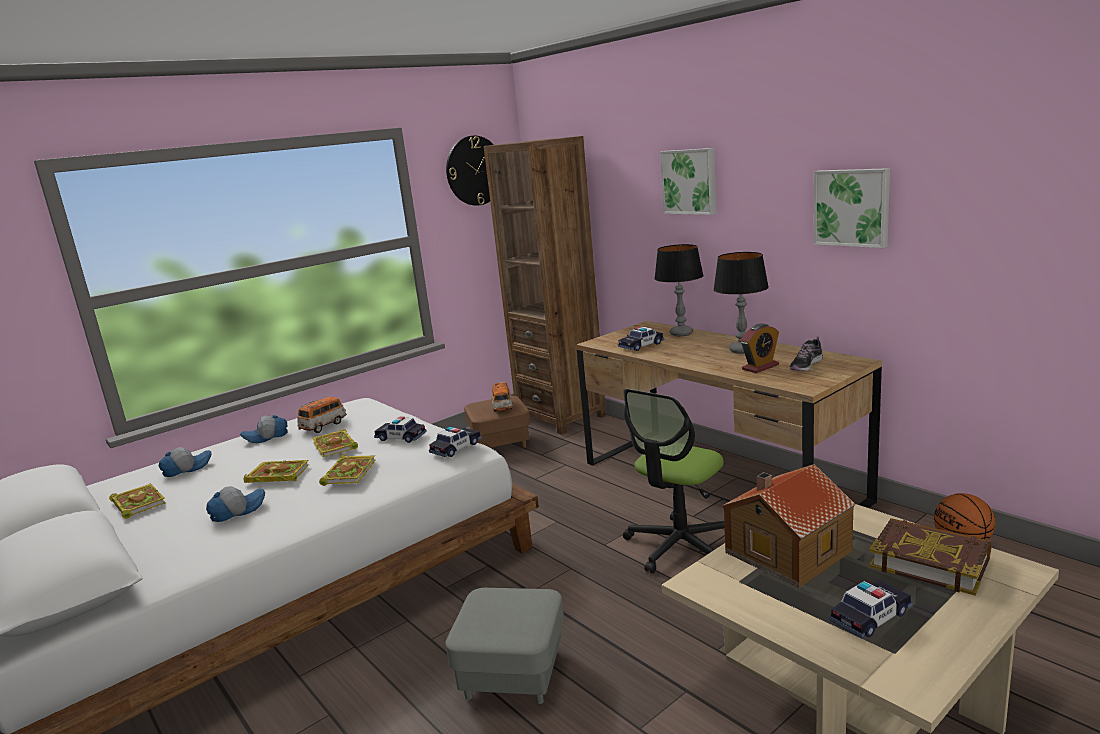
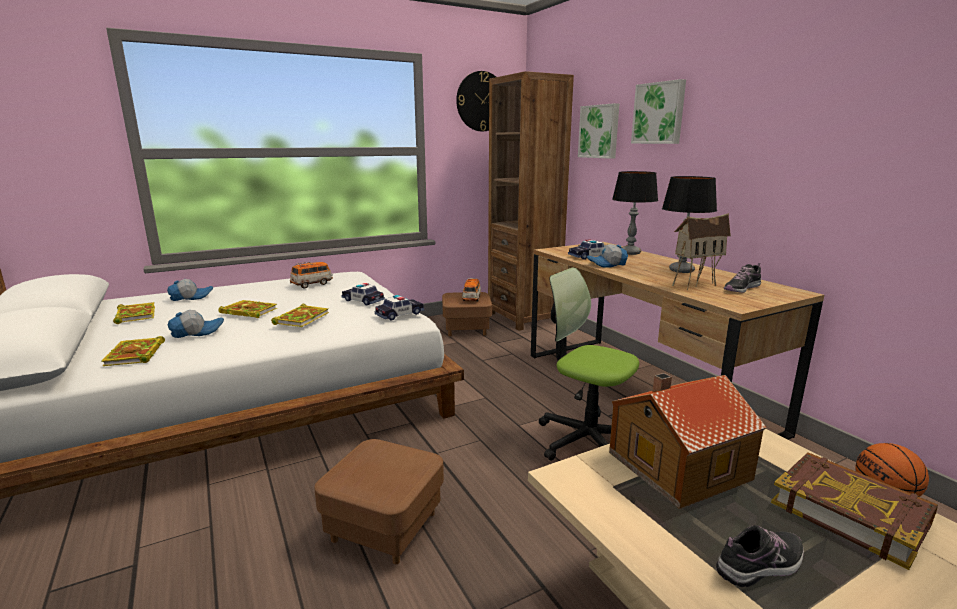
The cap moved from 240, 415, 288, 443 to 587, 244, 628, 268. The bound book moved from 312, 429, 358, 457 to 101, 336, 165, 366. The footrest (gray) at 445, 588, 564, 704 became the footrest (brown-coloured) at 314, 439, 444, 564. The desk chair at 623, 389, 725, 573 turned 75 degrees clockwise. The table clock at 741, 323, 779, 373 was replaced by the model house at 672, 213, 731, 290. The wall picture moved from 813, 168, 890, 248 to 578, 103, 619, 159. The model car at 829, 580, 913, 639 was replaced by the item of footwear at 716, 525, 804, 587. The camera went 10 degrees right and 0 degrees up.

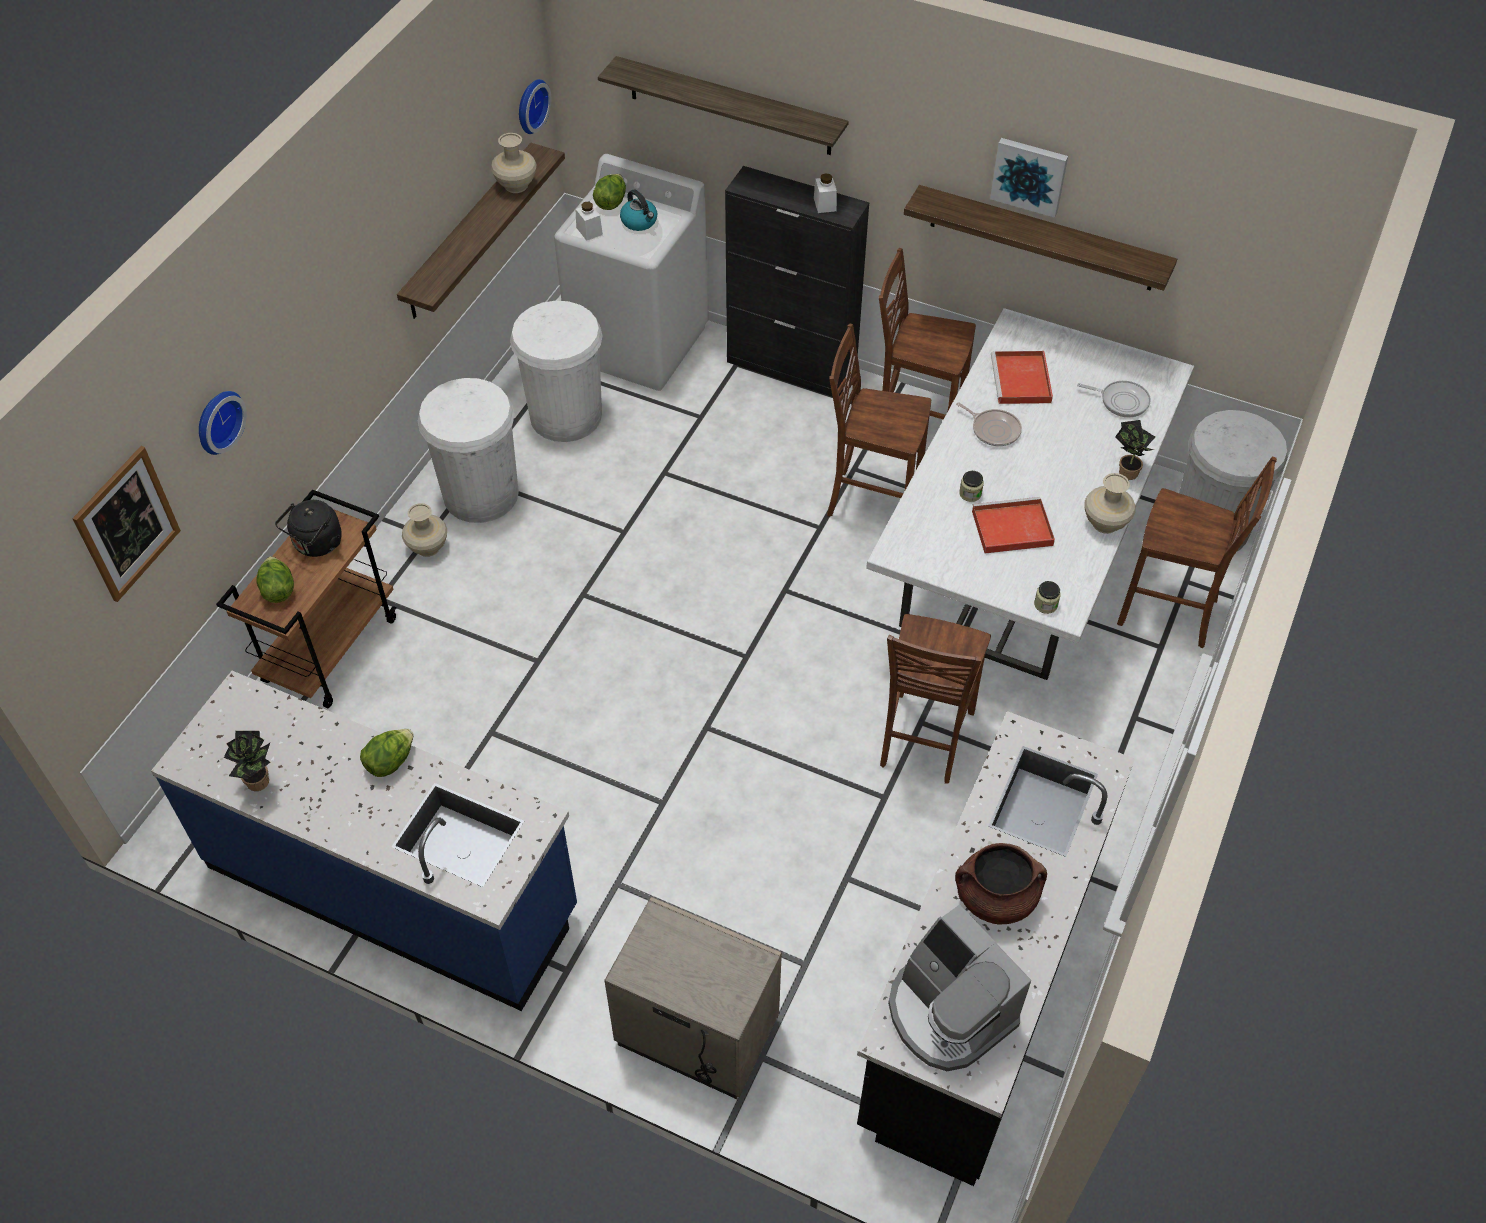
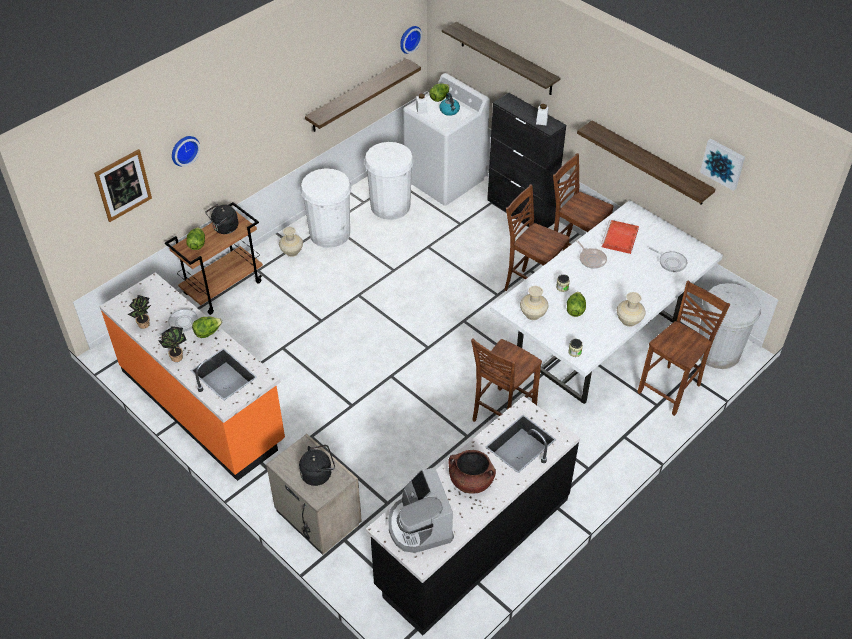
The kitchen counter (blue) at 151, 671, 577, 1011 became the kitchen counter (orange) at 99, 272, 285, 481. The decorative vase (sand-coloured) moved from 491, 133, 536, 193 to 520, 286, 549, 320. The carrying tray (red-coloured) at 972, 497, 1055, 553 was replaced by the lettuce head at 567, 292, 586, 317. The wall picture moved from 990, 138, 1068, 218 to 700, 139, 745, 191. The plant in a pot moved from 1115, 420, 1155, 480 to 158, 326, 186, 362. The upright chair (brown-coloured) at 1117, 457, 1277, 648 turned 90 degrees counterclockwise. The skillet at 158, 309, 198, 336 appeared. The kettle (black-coloured) at 299, 445, 335, 486 appeared. The camera went 20 degrees right and 5 degrees down.

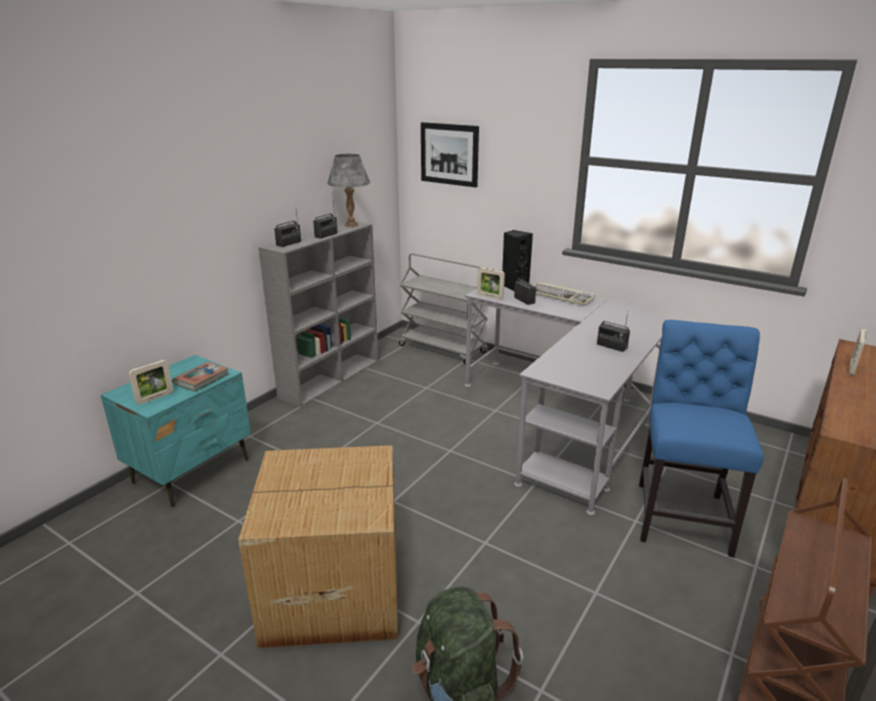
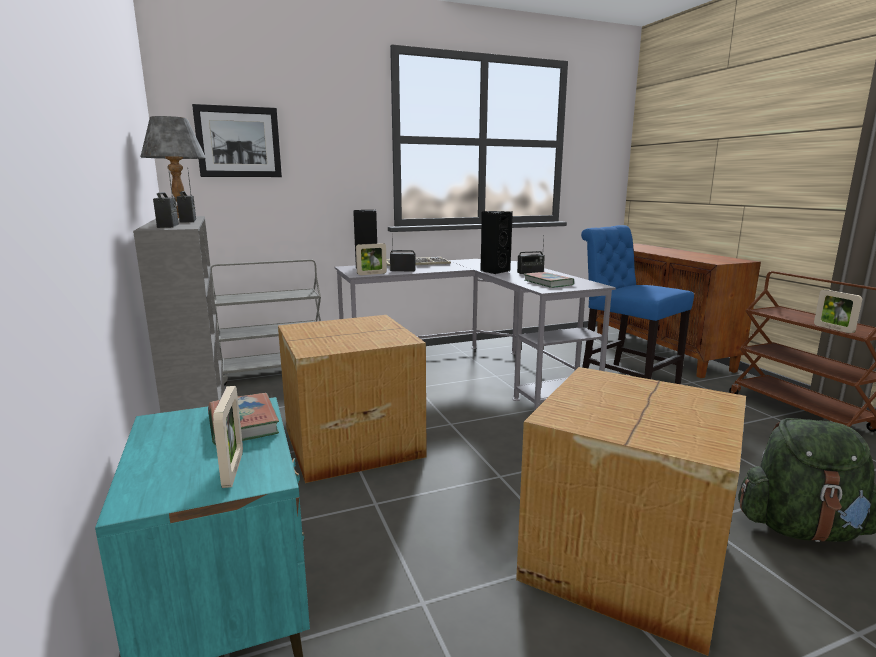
The photo frame moved from 849, 328, 866, 376 to 814, 290, 862, 333. The cardboard box at 278, 315, 427, 483 appeared. The audio speaker (black-coloured) at 480, 211, 513, 274 appeared. The bound book at 524, 272, 574, 288 appeared. The camera went 55 degrees left and 10 degrees down.

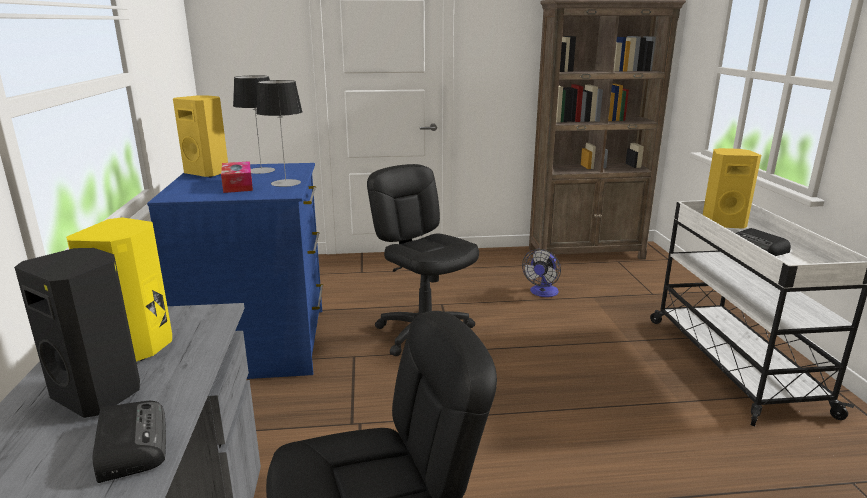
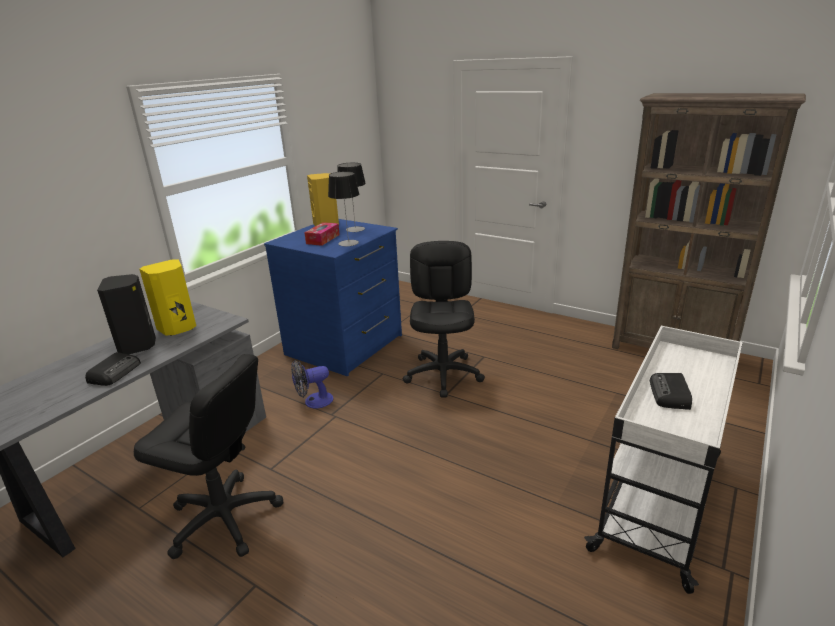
The cooling fan moved from 522, 249, 561, 297 to 291, 360, 333, 408. The audio speaker (yellow-coloured) at 703, 148, 761, 229 disappeared. The camera went 40 degrees right and 5 degrees up.

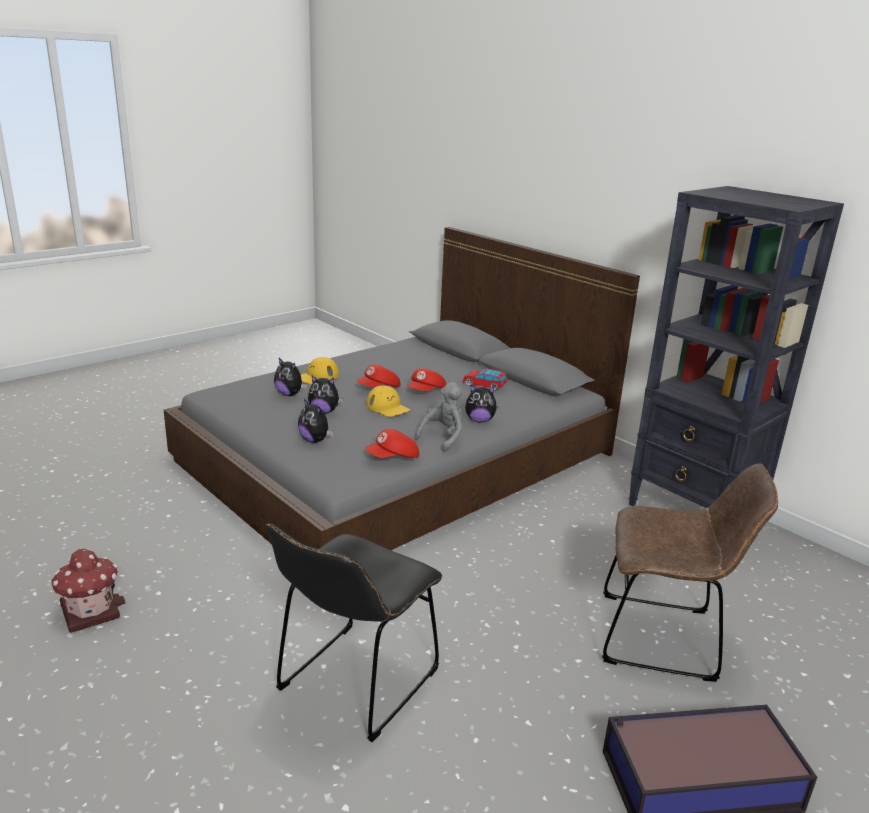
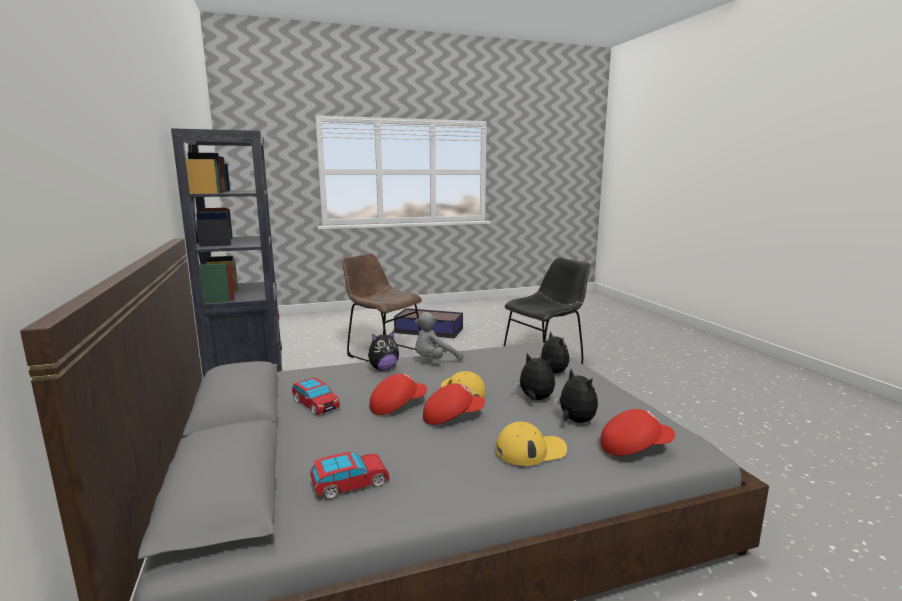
The model house at 51, 549, 125, 633 disappeared. The cap (red-coloured) moved from 365, 429, 419, 458 to 600, 409, 675, 456. The soft toy at 465, 385, 499, 423 turned 120 degrees clockwise. The model car at 310, 452, 389, 499 appeared. The camera went 155 degrees left and 10 degrees down.

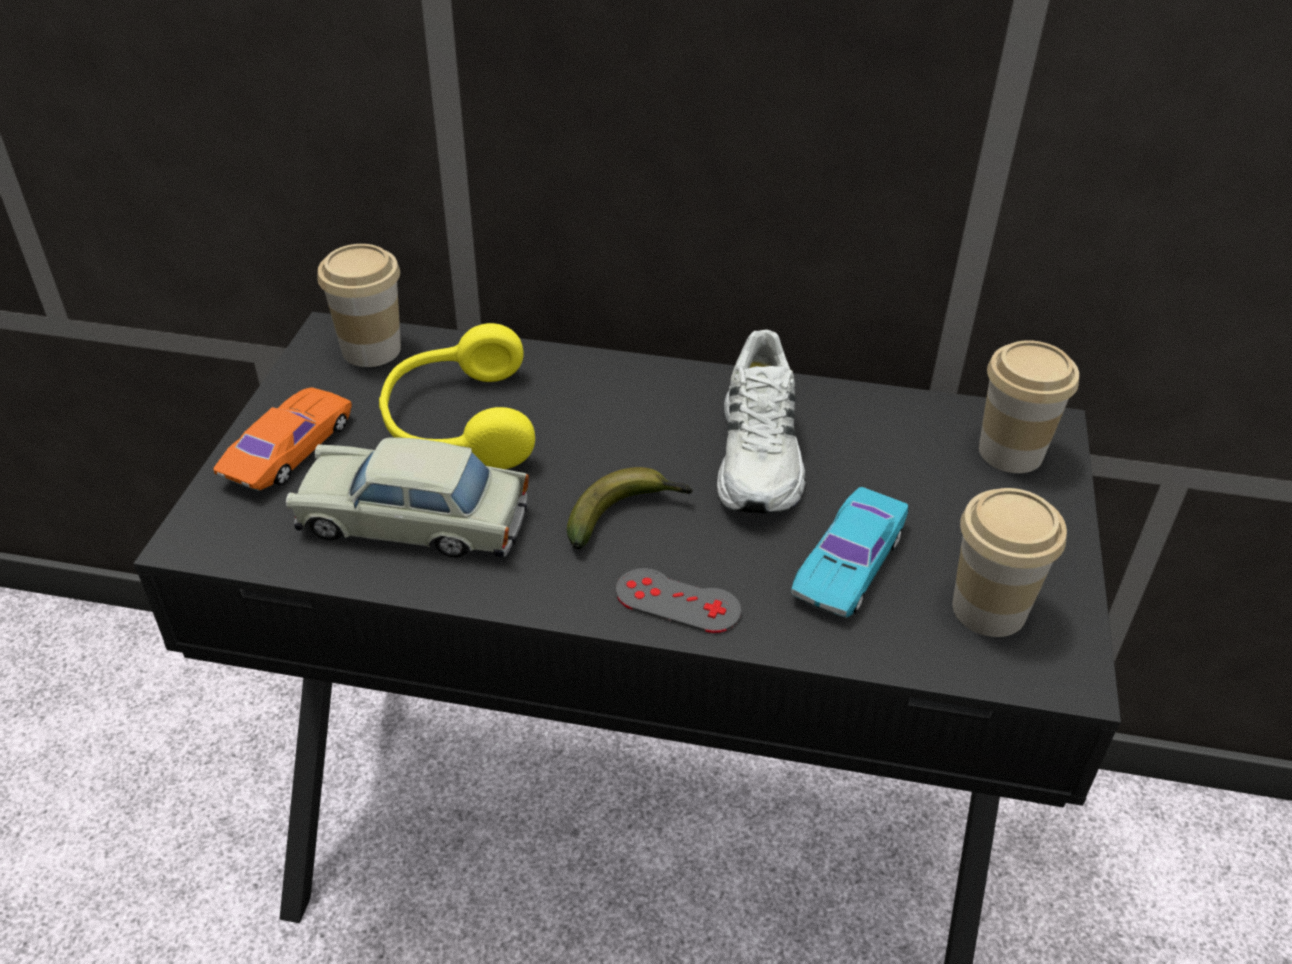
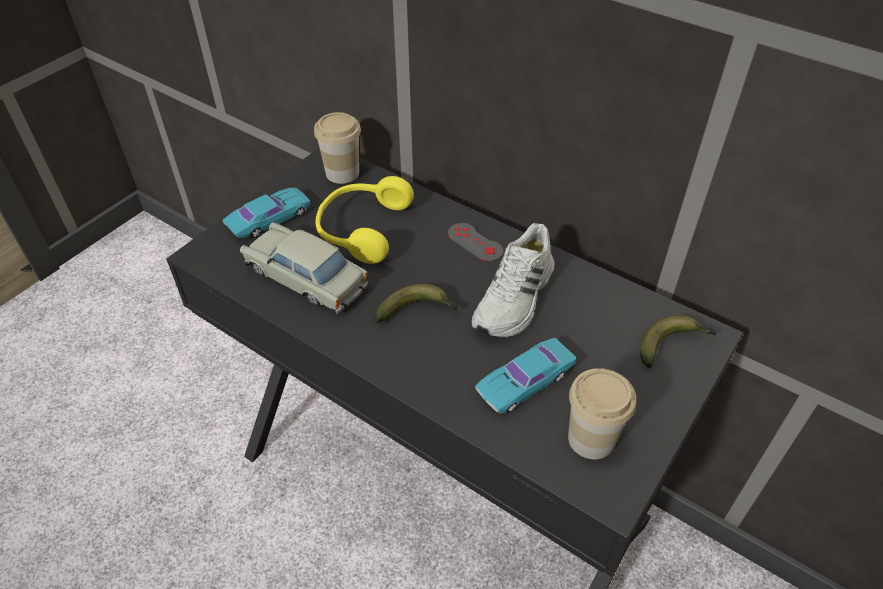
The model car (orange) at 214, 387, 352, 491 became the model car (turquoise) at 222, 187, 311, 238. The joypad (gray) moved from 616, 568, 741, 633 to 448, 223, 503, 262. The cup at 979, 340, 1079, 473 was replaced by the whole banana at 640, 315, 716, 368. The camera went 25 degrees right and 5 degrees up.

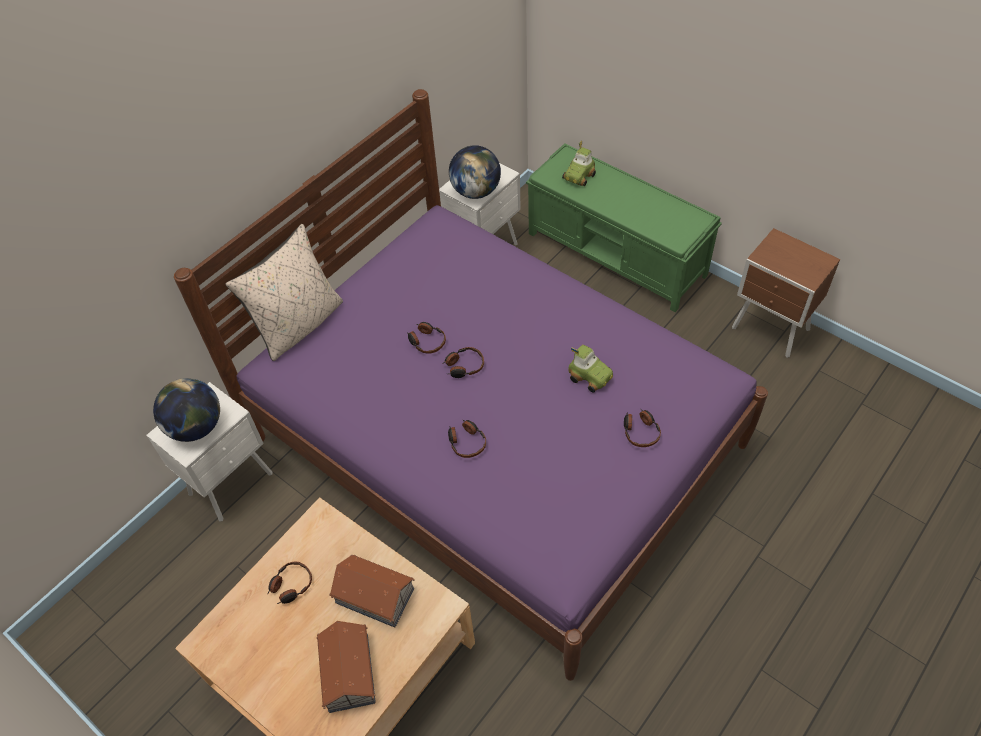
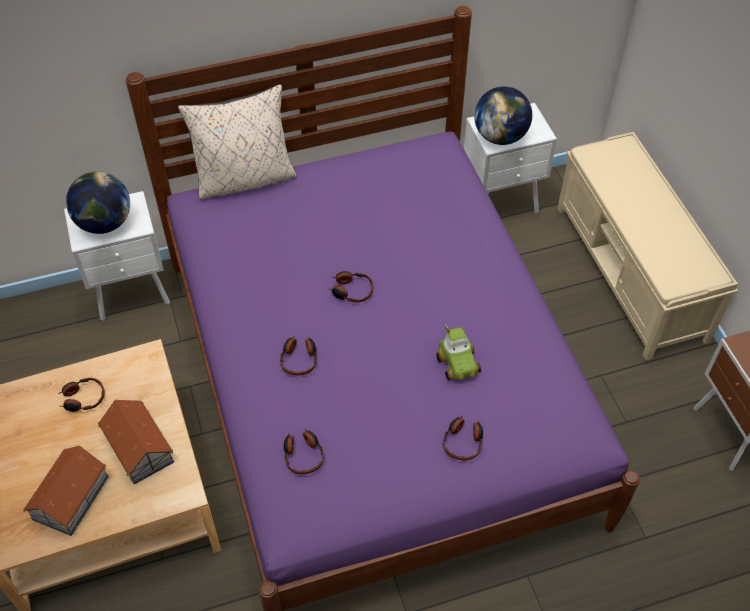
The headphones moved from 407, 322, 446, 354 to 284, 429, 324, 474. The bench (green-coloured) at 526, 143, 722, 312 became the bench (sand-coloured) at 557, 132, 738, 360. The model car at 562, 140, 596, 186 disappeared. The camera went 30 degrees right and 0 degrees up.

